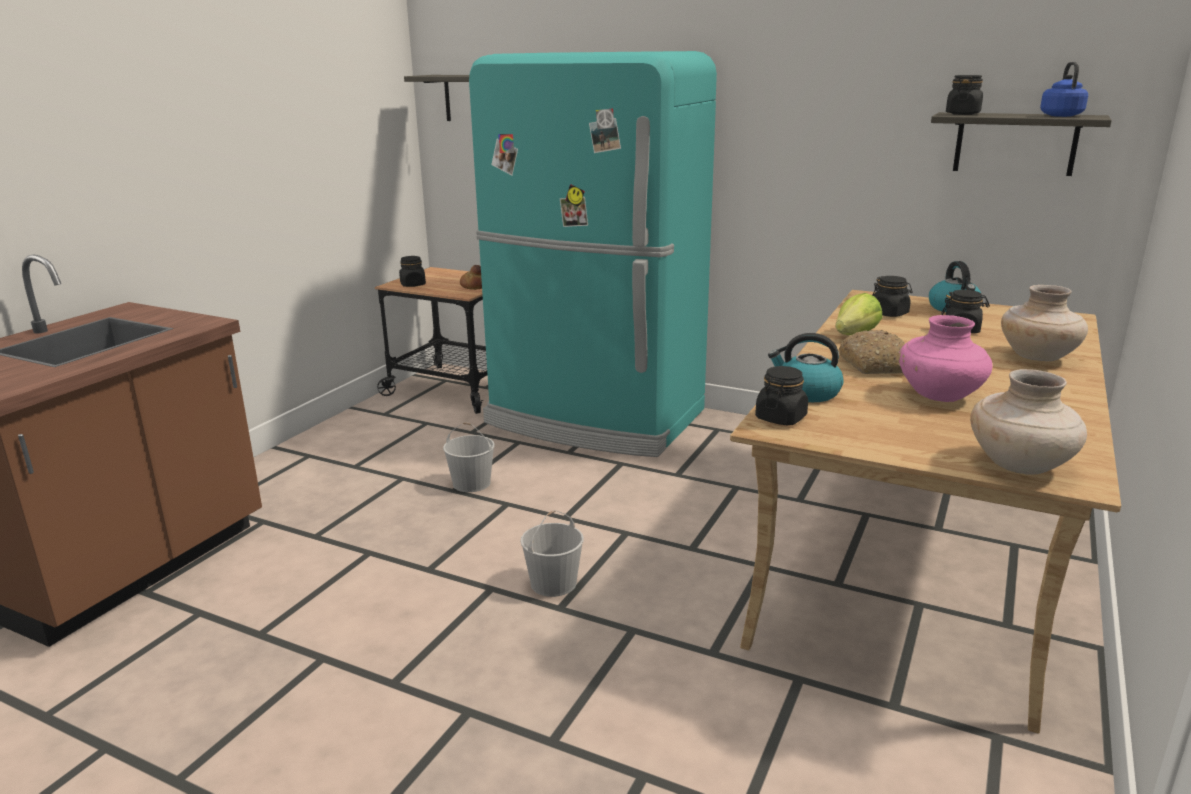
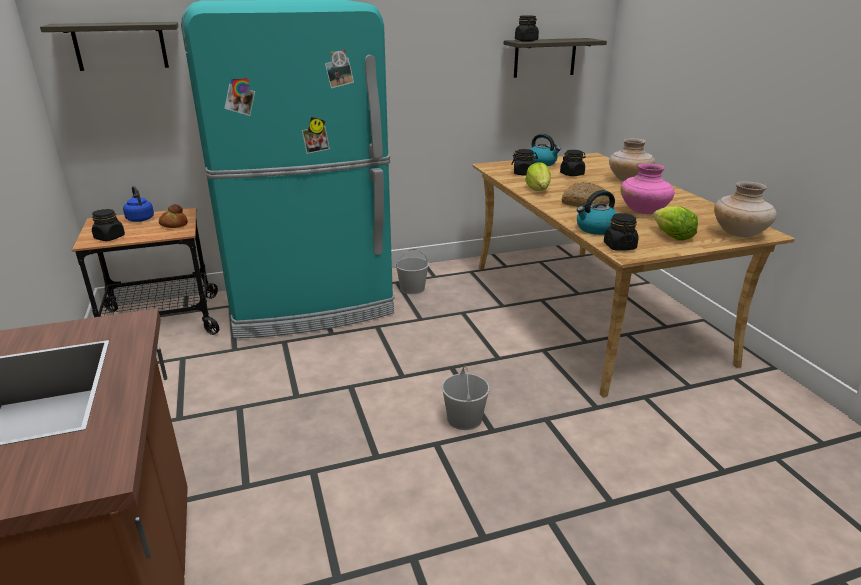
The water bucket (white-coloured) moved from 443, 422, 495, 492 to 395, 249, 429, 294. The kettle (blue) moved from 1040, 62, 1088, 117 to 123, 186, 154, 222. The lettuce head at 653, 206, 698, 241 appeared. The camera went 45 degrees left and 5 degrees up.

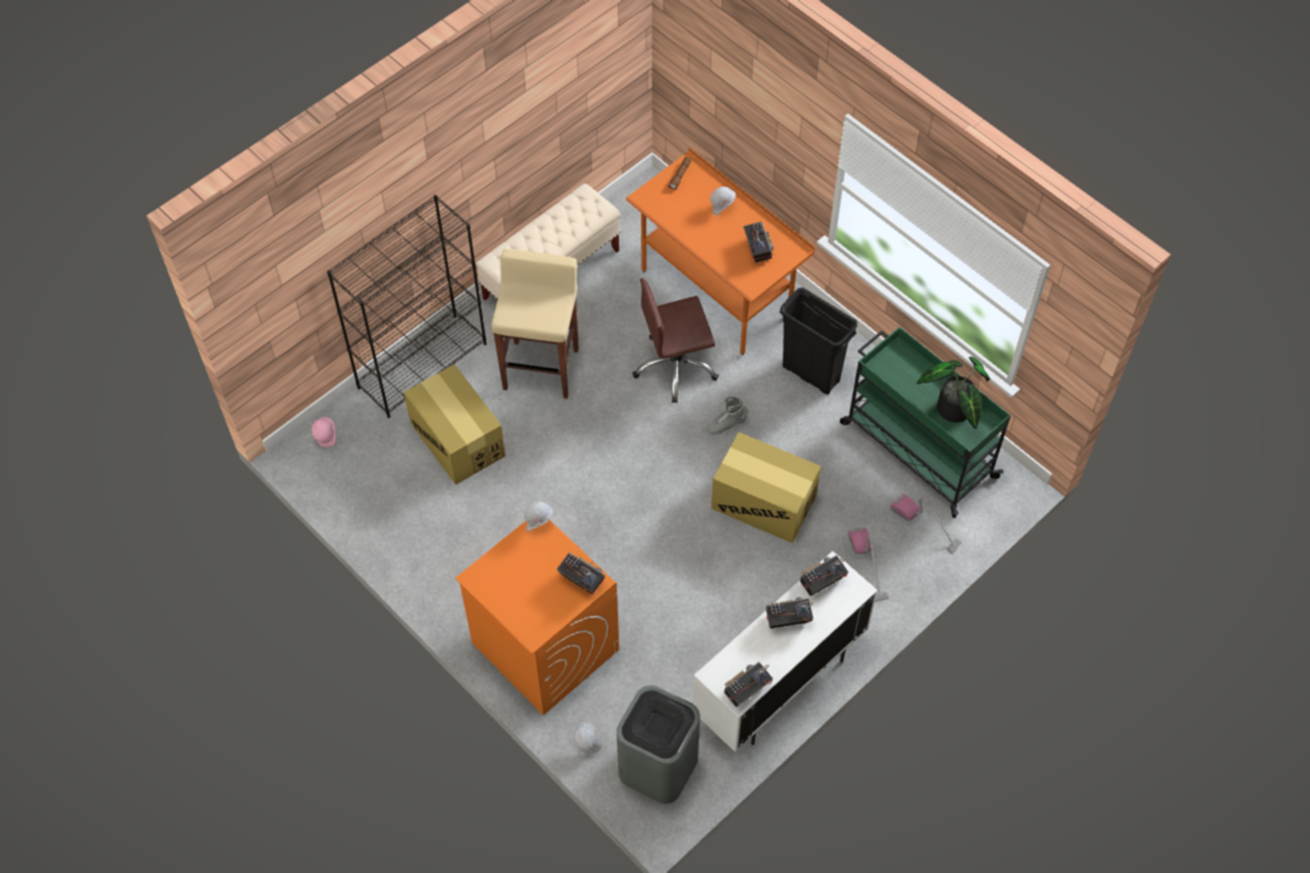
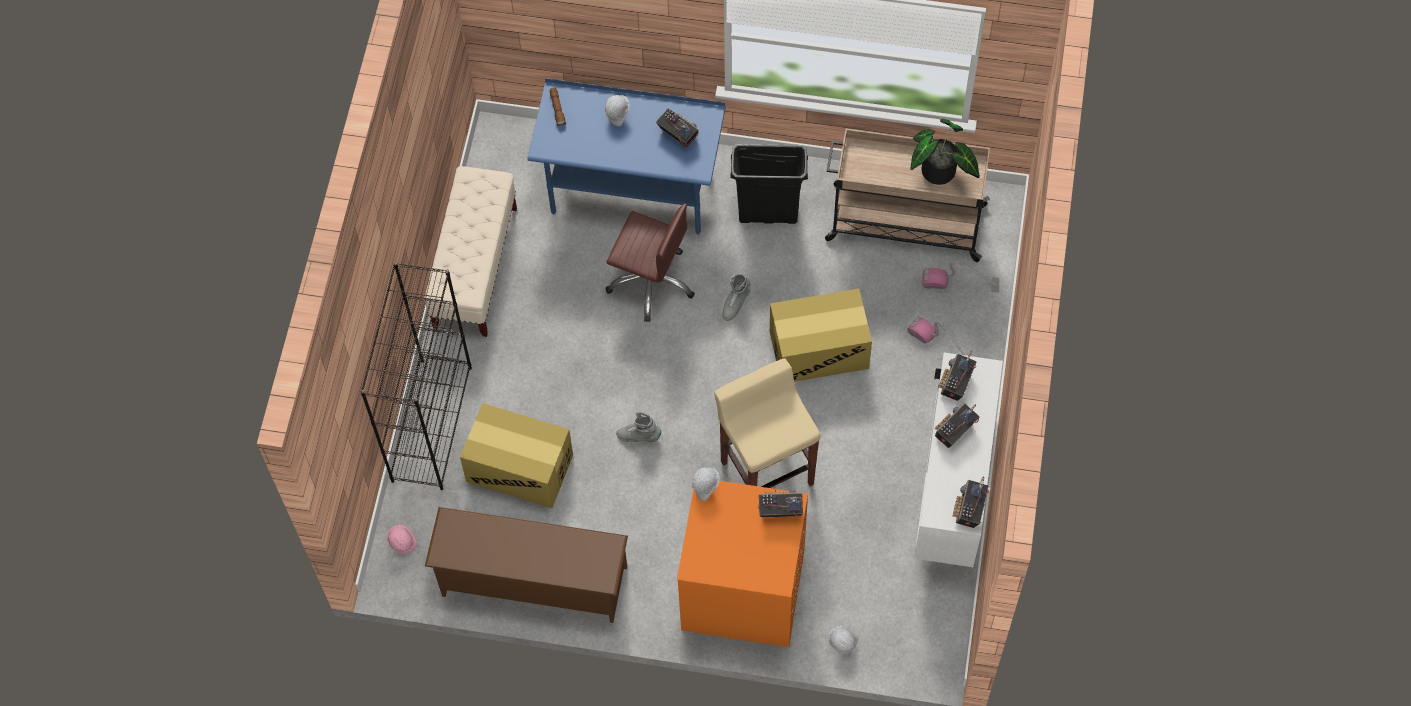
The stool seat (sand-coloured) moved from 491, 249, 579, 399 to 714, 359, 820, 488. The rubbish bin (gray) at 616, 685, 700, 804 disappeared. The desk (orange) at 626, 148, 815, 355 became the desk (blue) at 527, 78, 725, 235. The desk chair (brown-coloured) at 632, 278, 719, 403 turned 105 degrees counterclockwise. The cart (green-coloured) at 840, 327, 1011, 518 became the cart (sand-coloured) at 825, 128, 990, 262. The shoe stand (brown-coloured) at 425, 507, 628, 623 appeared. The tall boot (gray) at 616, 412, 661, 442 appeared. The camera went 35 degrees left and 5 degrees up.

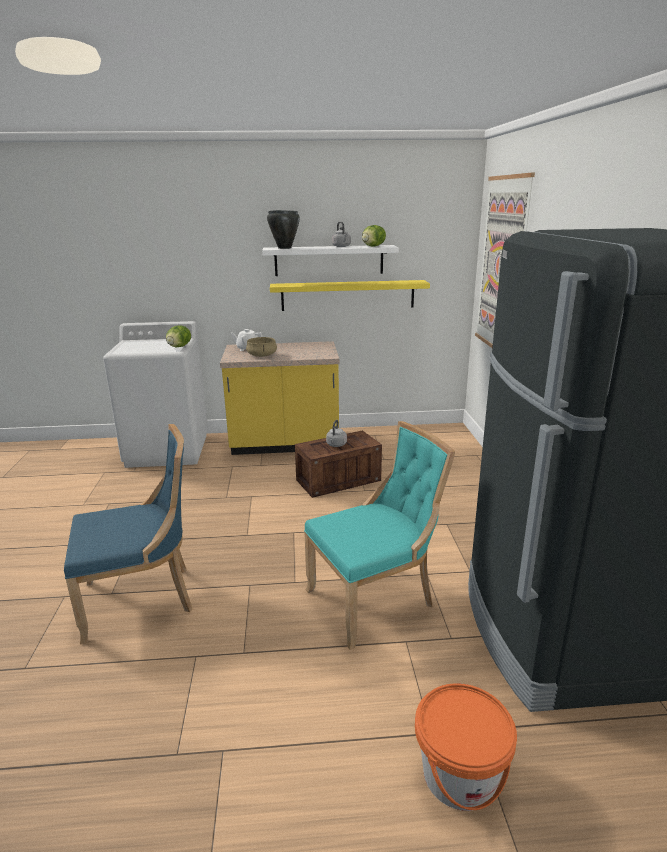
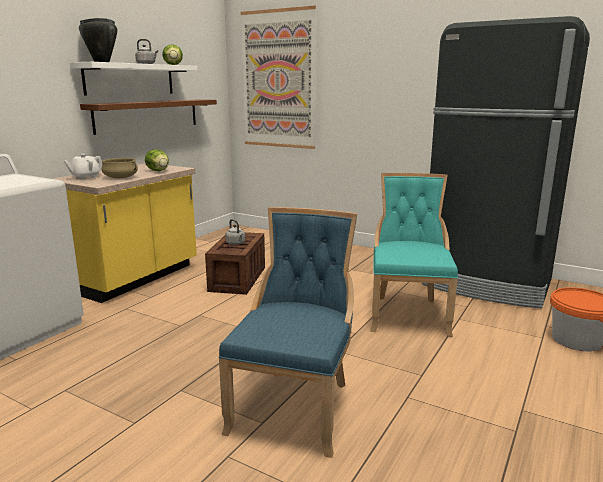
The lettuce head moved from 166, 325, 191, 347 to 145, 149, 169, 171. The wall shelf (yellow-coloured) at 270, 280, 430, 311 became the wall shelf (brown-coloured) at 80, 99, 217, 135. The camera went 55 degrees left and 5 degrees down.

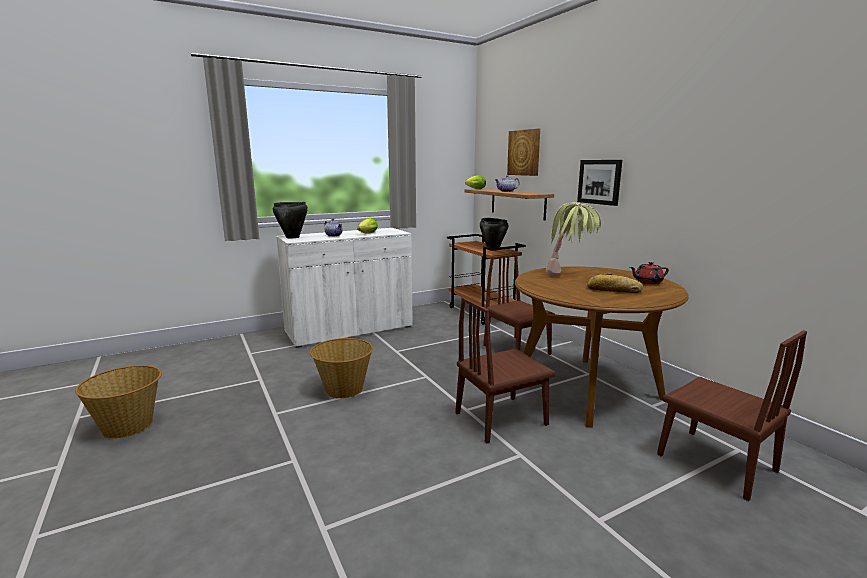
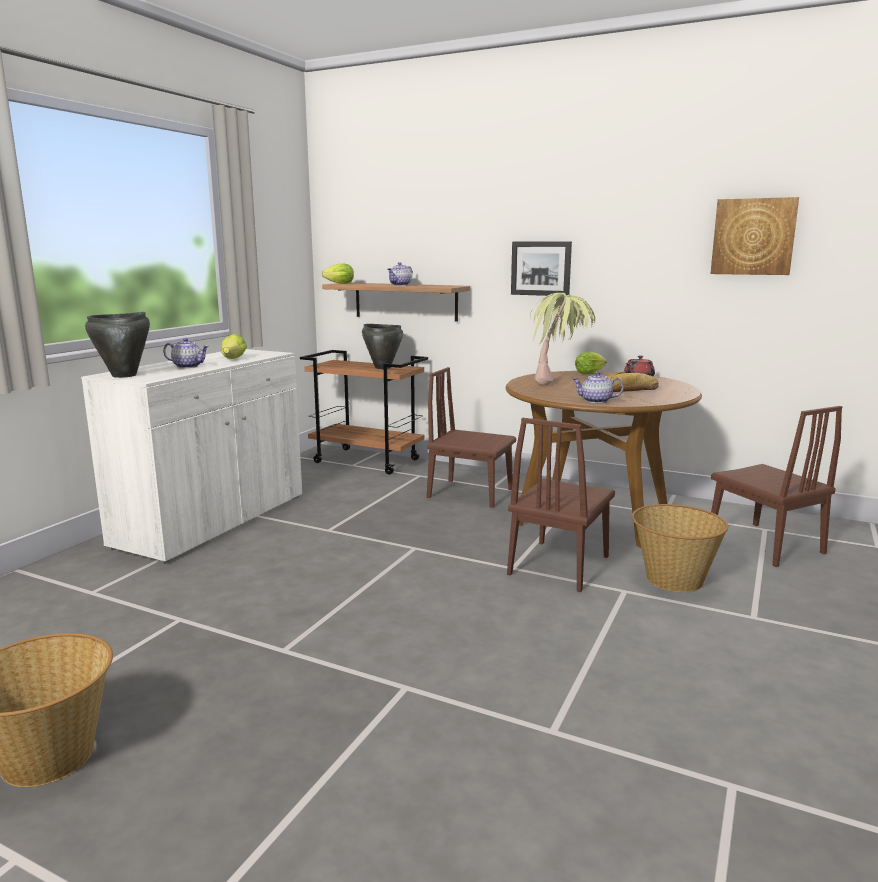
The basket moved from 310, 338, 373, 399 to 632, 504, 728, 592. The wall picture moved from 507, 128, 540, 176 to 710, 197, 799, 275. The upright chair (brown-coloured) at 657, 330, 807, 501 turned 45 degrees clockwise. The teapot at 572, 371, 624, 403 appeared. The lettuce head at 575, 352, 607, 375 appeared. The camera went 35 degrees left and 0 degrees up.

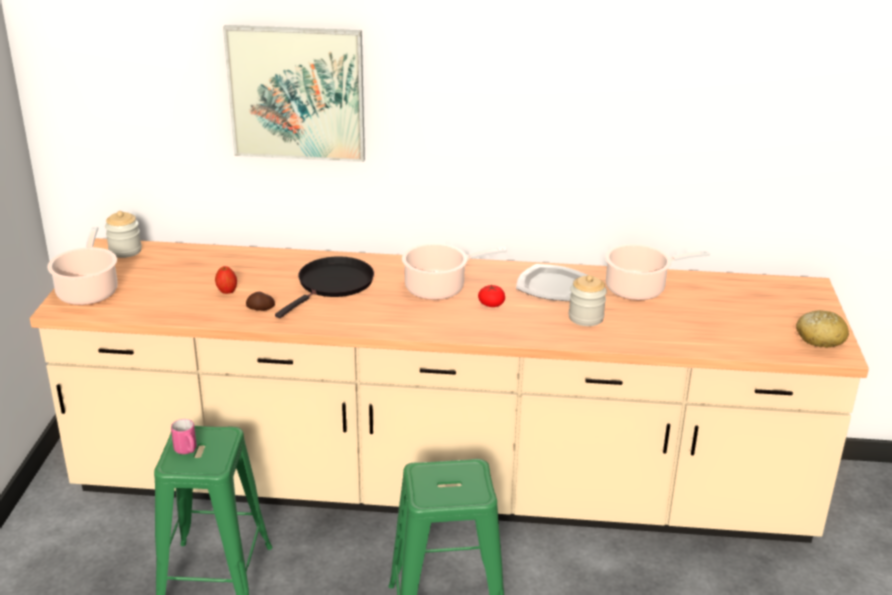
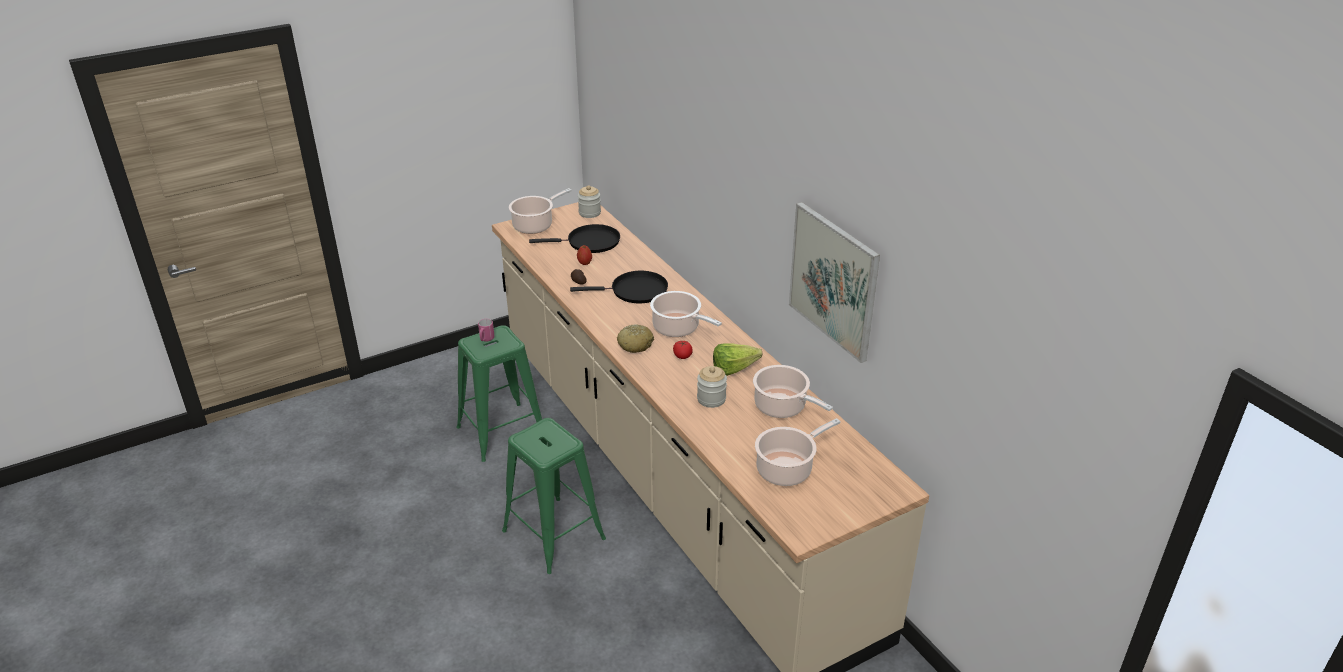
The wall picture moved from 223, 25, 365, 162 to 789, 202, 880, 363. The plate at 516, 264, 588, 301 was replaced by the lettuce head at 713, 343, 762, 376. The bakery bread moved from 796, 310, 849, 348 to 617, 324, 654, 353. The skillet (black-coloured) at 529, 224, 620, 253 appeared. The cooking pot at 755, 418, 841, 486 appeared. The camera went 55 degrees right and 5 degrees up.

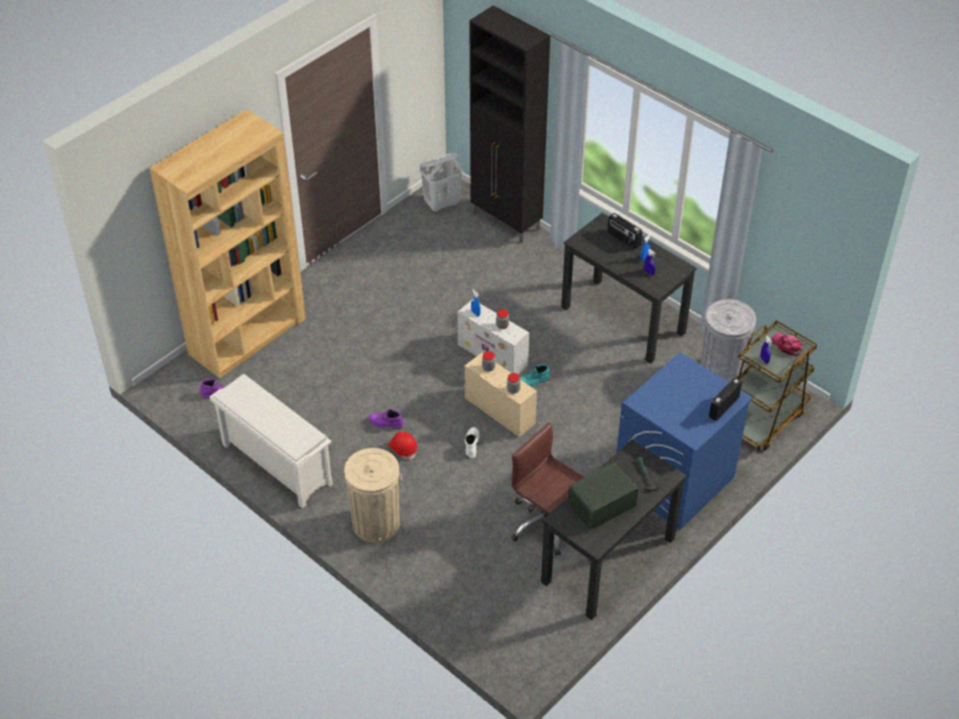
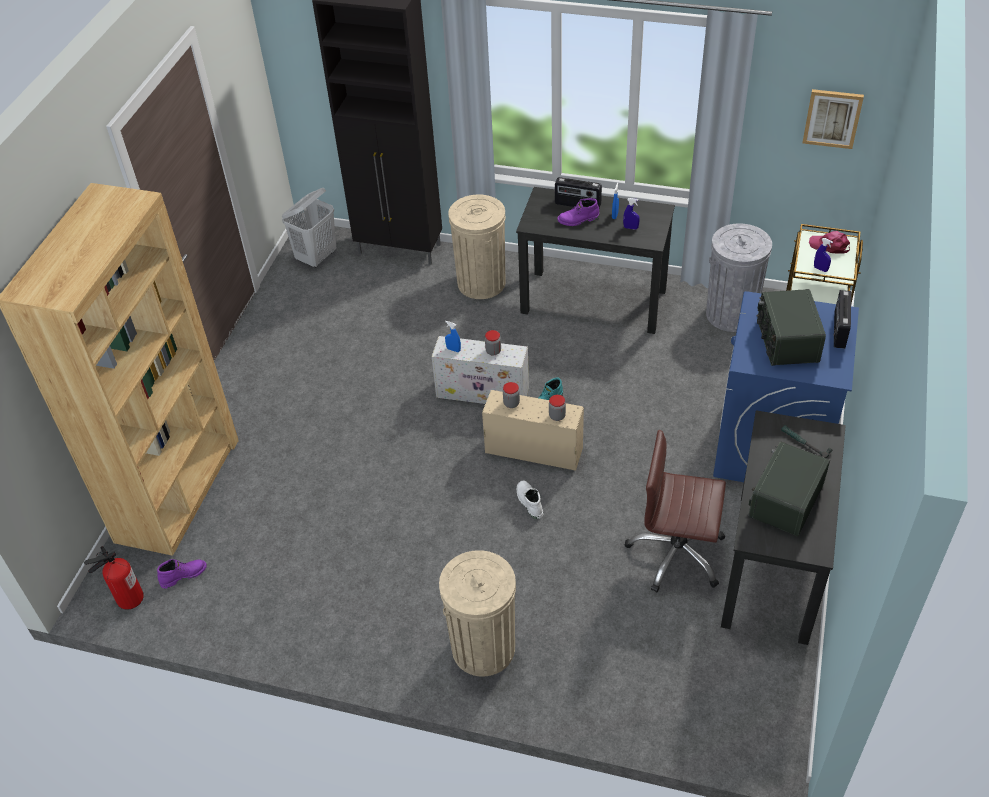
The shoe stand (white-coloured) at 209, 374, 333, 509 disappeared. The tall boot (purple) moved from 369, 409, 404, 429 to 557, 198, 599, 226. The safety helmet (red-coloured) at 388, 432, 418, 460 disappeared. The fire-fighting cylinder at 84, 546, 144, 609 appeared. The rubbish bin (sand-coloured) at 448, 194, 506, 299 appeared. The radio set at 757, 289, 826, 366 appeared. The wall picture at 802, 89, 864, 149 appeared. The camera went 25 degrees left and 0 degrees up.

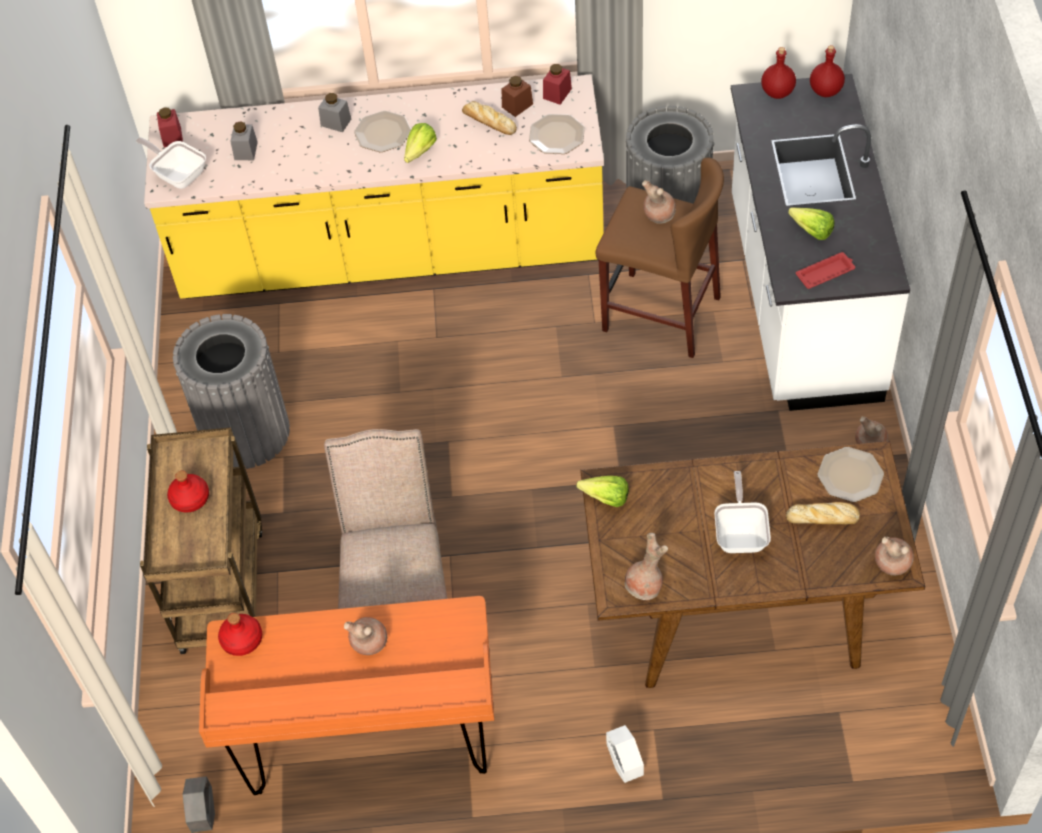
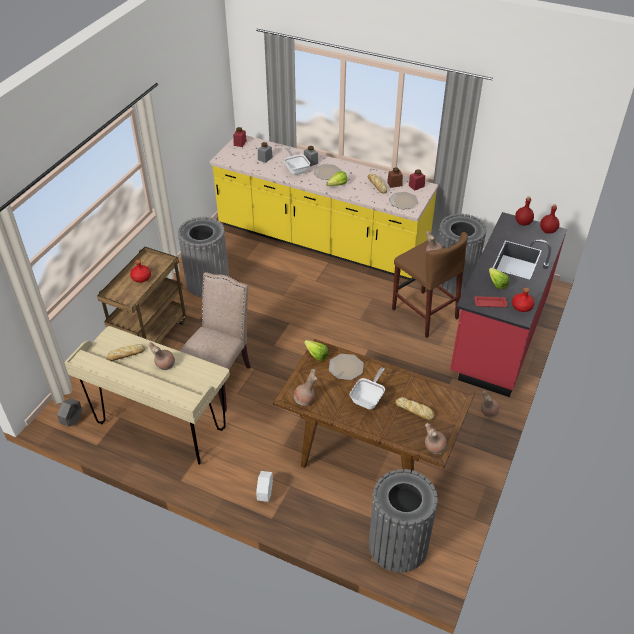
The skillet moved from 136, 137, 206, 189 to 284, 148, 310, 175. The desk (orange) at 199, 596, 494, 795 became the desk (sand-coloured) at 64, 326, 230, 464. The drink bottle (red-coloured) moved from 218, 613, 262, 656 to 512, 288, 534, 312. The kitchen counter (white-coloured) at 731, 74, 910, 411 became the kitchen counter (red-coloured) at 450, 212, 567, 397. The plate moved from 817, 447, 884, 502 to 329, 354, 364, 380. The bakery bread at 106, 344, 145, 361 appeared. The rubbish bin (gray) at 369, 469, 438, 573 appeared. The camera went 25 degrees right and 10 degrees down.

